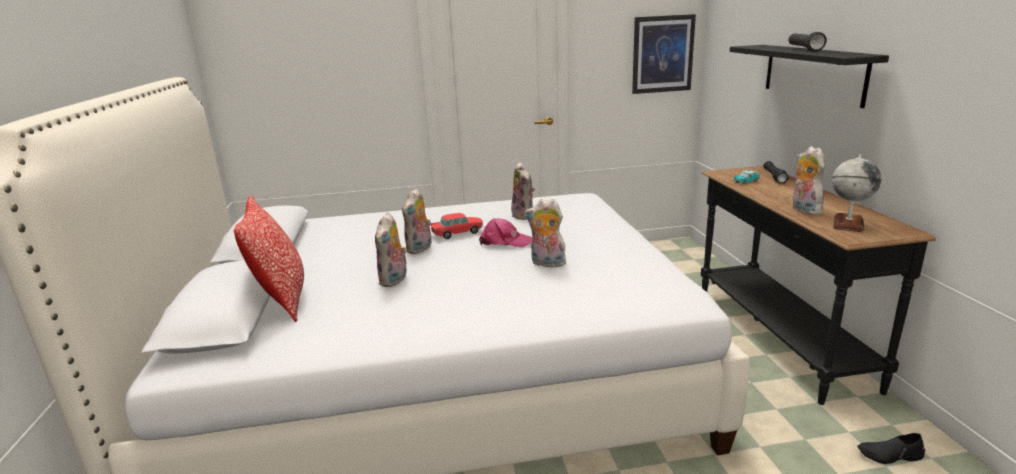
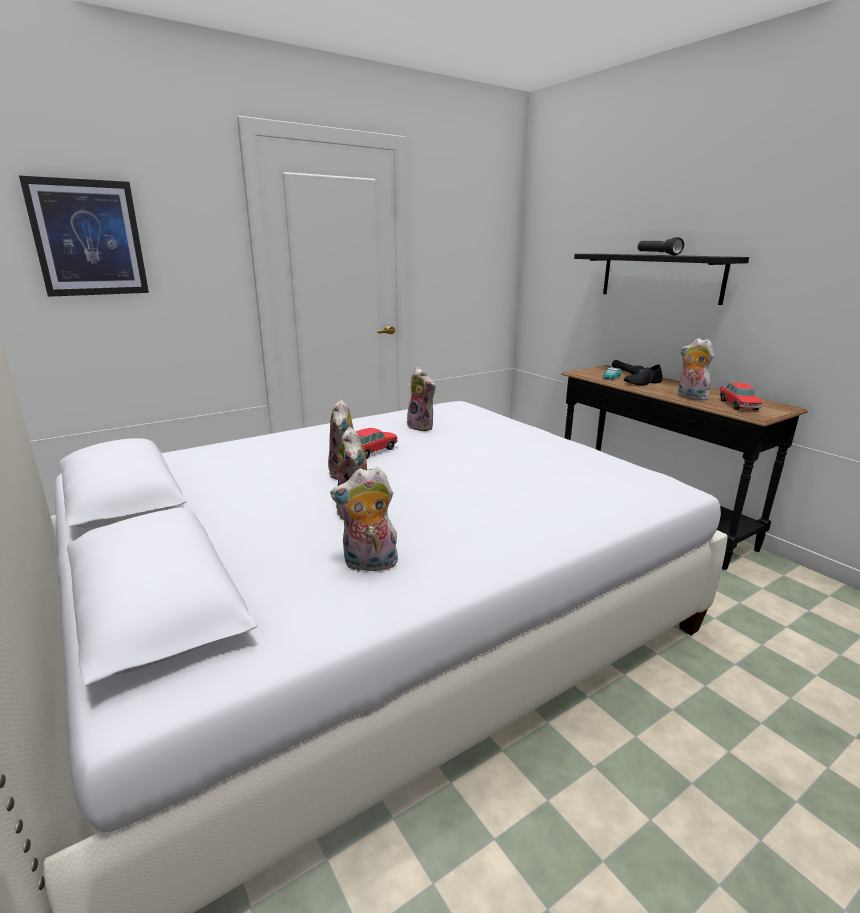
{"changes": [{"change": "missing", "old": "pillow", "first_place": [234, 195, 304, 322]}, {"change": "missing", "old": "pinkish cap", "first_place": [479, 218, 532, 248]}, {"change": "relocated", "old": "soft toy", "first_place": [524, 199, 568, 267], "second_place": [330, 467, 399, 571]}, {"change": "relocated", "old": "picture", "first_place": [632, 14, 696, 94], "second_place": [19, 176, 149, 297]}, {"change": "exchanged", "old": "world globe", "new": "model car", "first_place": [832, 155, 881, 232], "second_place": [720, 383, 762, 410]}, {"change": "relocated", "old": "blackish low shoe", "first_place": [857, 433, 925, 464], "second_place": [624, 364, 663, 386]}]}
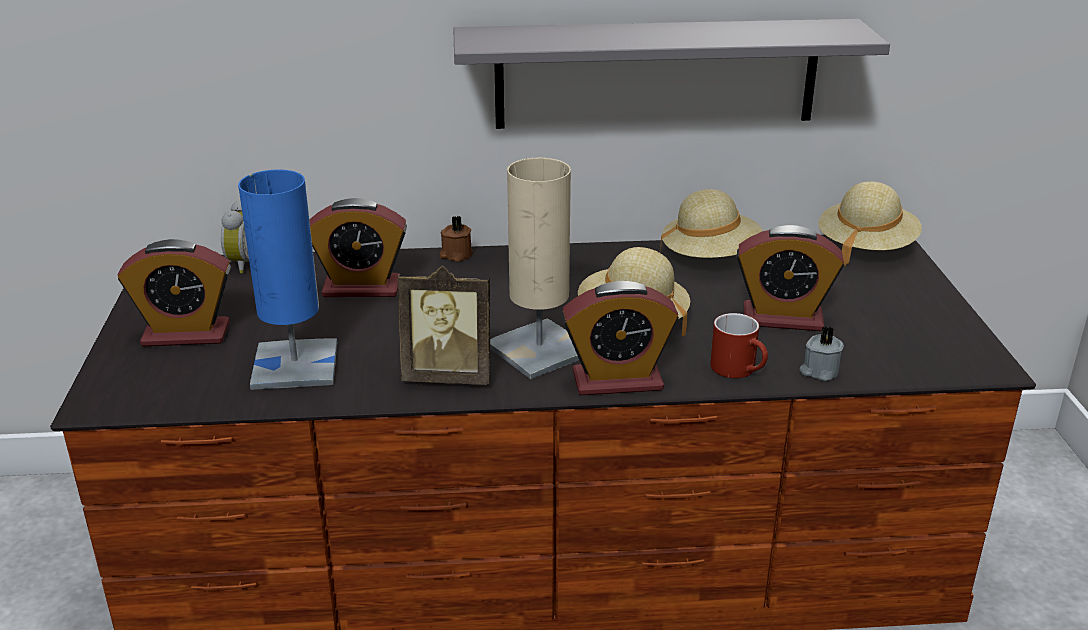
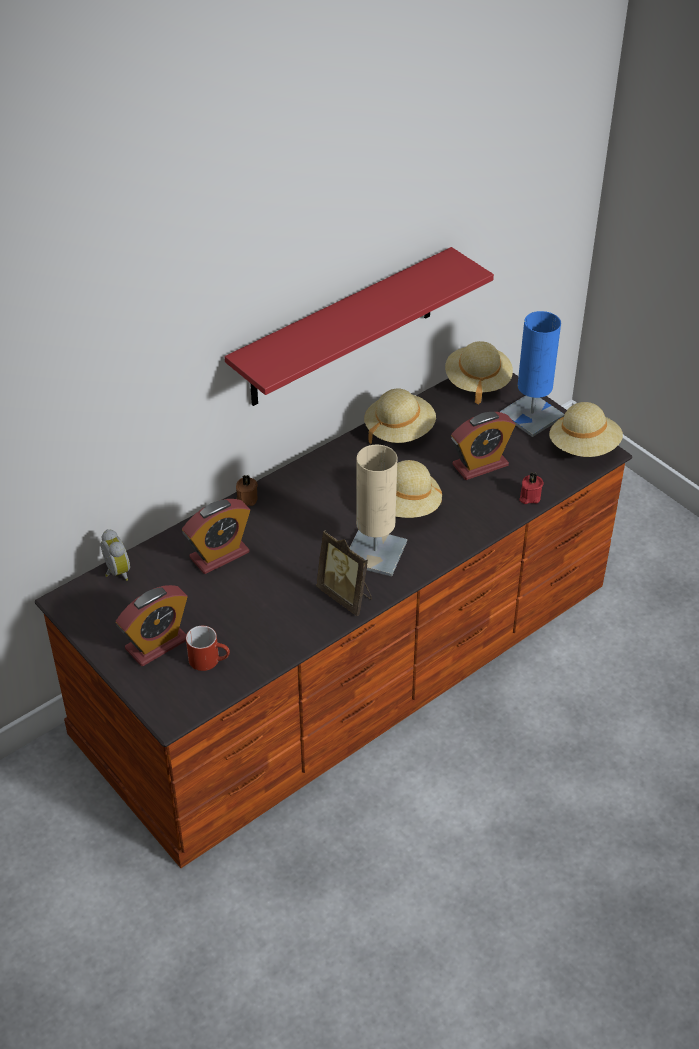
{"changes": [{"change": "relocated", "old": "blue table lamp", "first_place": [238, 169, 337, 390], "second_place": [500, 311, 565, 437]}, {"change": "spun", "old": "photo frame", "first_place": [398, 265, 491, 385], "second_place": [316, 530, 372, 616], "degrees": 75}, {"change": "colour", "old": "grey wall shelf", "new": "red wall shelf", "first_place": [453, 19, 890, 129], "second_place": [225, 247, 494, 406]}, {"change": "missing", "old": "alarm clock", "first_place": [562, 281, 679, 395]}, {"change": "relocated", "old": "red coffee mug", "first_place": [710, 313, 768, 378], "second_place": [186, 626, 230, 671]}, {"change": "colour", "old": "grey candle", "new": "red candle", "first_place": [800, 326, 844, 381], "second_place": [519, 473, 544, 504]}, {"change": "appeared", "new": "beige-coloured hat", "second_place": [549, 402, 623, 457]}]}
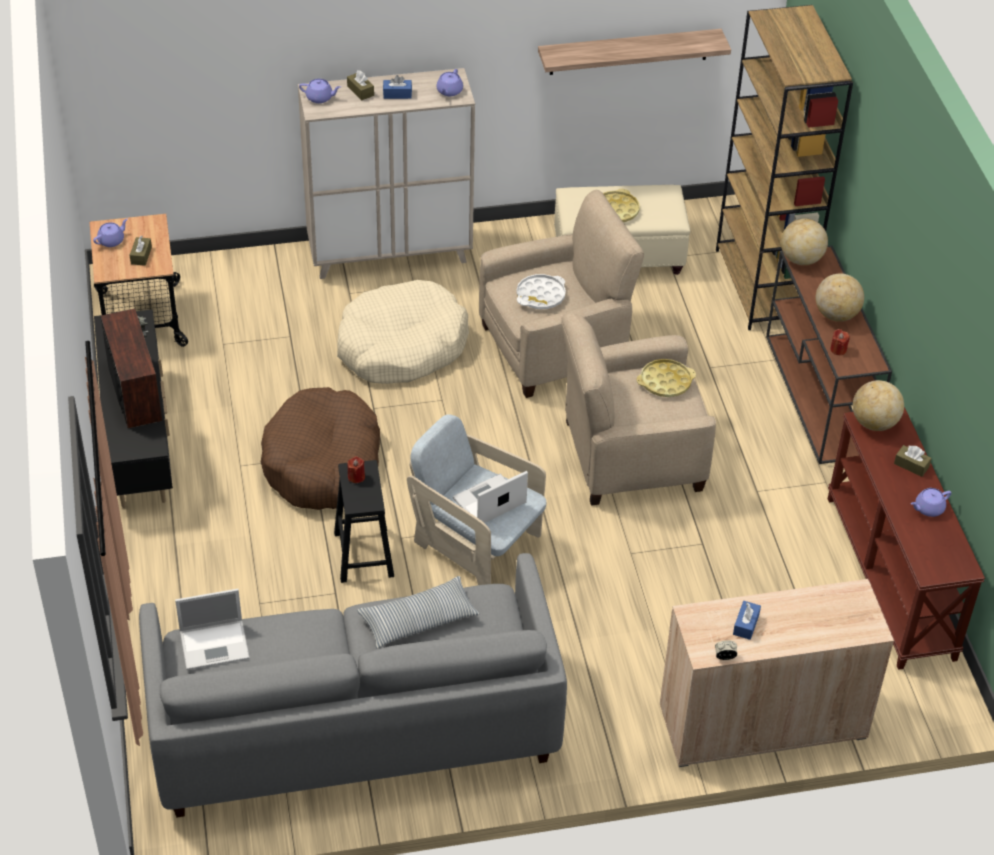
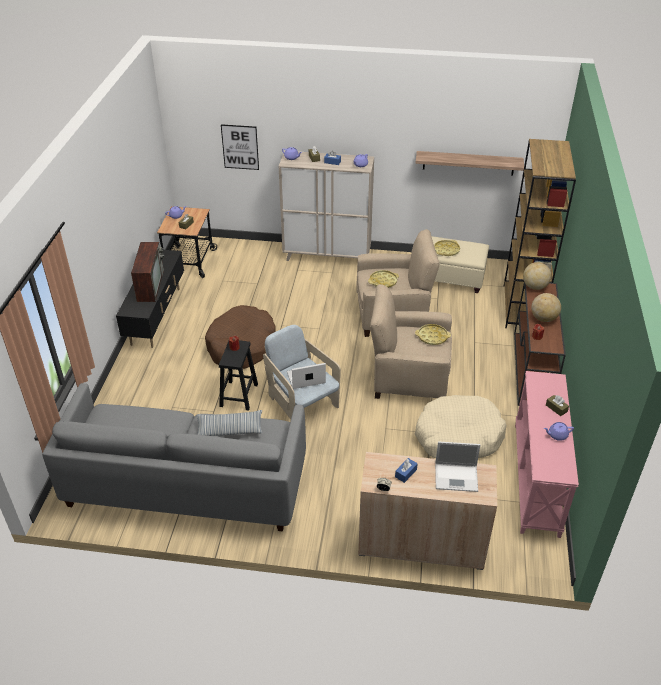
{"changes": [{"change": "relocated", "old": "portable computer", "first_place": [175, 589, 250, 670], "second_place": [435, 441, 480, 492]}, {"change": "relocated", "old": "beige-coloured dog bed", "first_place": [337, 280, 469, 384], "second_place": [414, 395, 507, 458]}, {"change": "colour", "old": "whitish carrying tray", "new": "yellowish carrying tray", "first_place": [516, 274, 566, 309], "second_place": [368, 270, 399, 288]}, {"change": "colour", "old": "brownish hall table", "new": "pinkish hall table", "first_place": [828, 407, 985, 670], "second_place": [515, 371, 579, 538]}, {"change": "missing", "old": "world globe", "first_place": [853, 380, 904, 431]}, {"change": "appeared", "new": "picture", "second_place": [221, 124, 259, 170]}]}
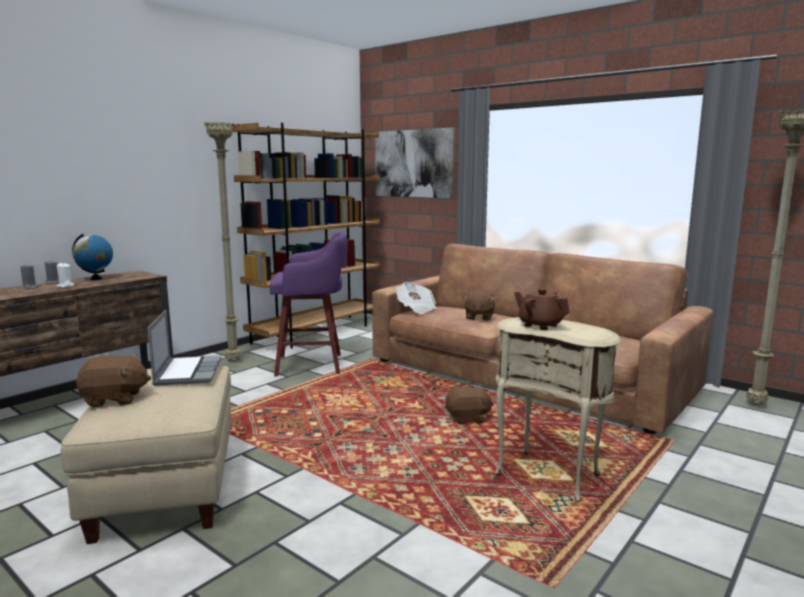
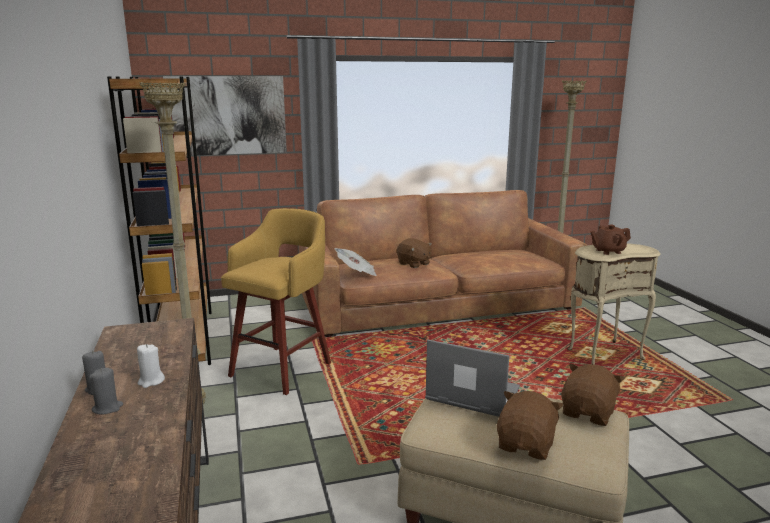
{"changes": [{"change": "missing", "old": "world globe", "first_place": [72, 234, 113, 280]}, {"change": "colour", "old": "purple-coloured stool seat", "new": "yellowish stool seat", "first_place": [270, 232, 347, 377], "second_place": [221, 208, 331, 395]}, {"change": "relocated", "old": "brownish soft toy", "first_place": [445, 385, 494, 424], "second_place": [561, 364, 625, 426]}]}
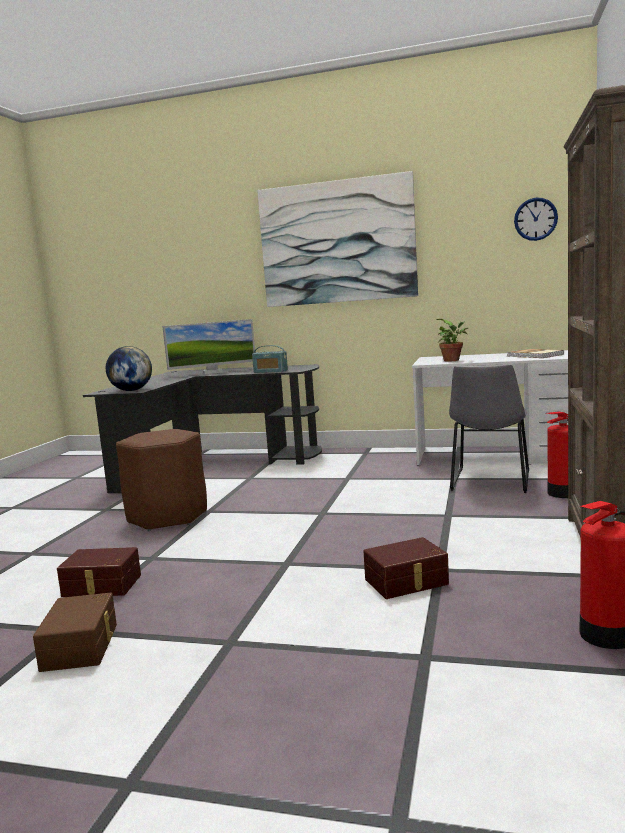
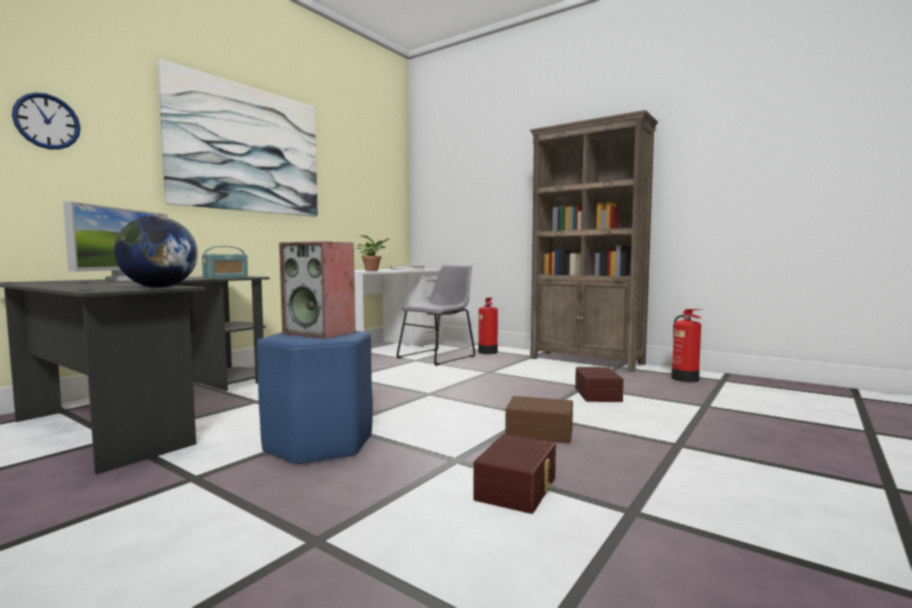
{"changes": [{"change": "relocated", "old": "brownish storage container", "first_place": [33, 593, 117, 672], "second_place": [505, 396, 573, 444]}, {"change": "colour", "old": "brownish stool seat", "new": "blue stool seat", "first_place": [116, 429, 207, 531], "second_place": [257, 331, 373, 466]}, {"change": "spun", "old": "grey plain chair", "first_place": [449, 365, 529, 493], "second_place": [396, 265, 476, 366], "degrees": -90}, {"change": "relocated", "old": "clock on the wall", "first_place": [514, 198, 558, 241], "second_place": [12, 92, 81, 150]}, {"change": "appeared", "new": "loudspeaker", "second_place": [279, 241, 355, 339]}]}
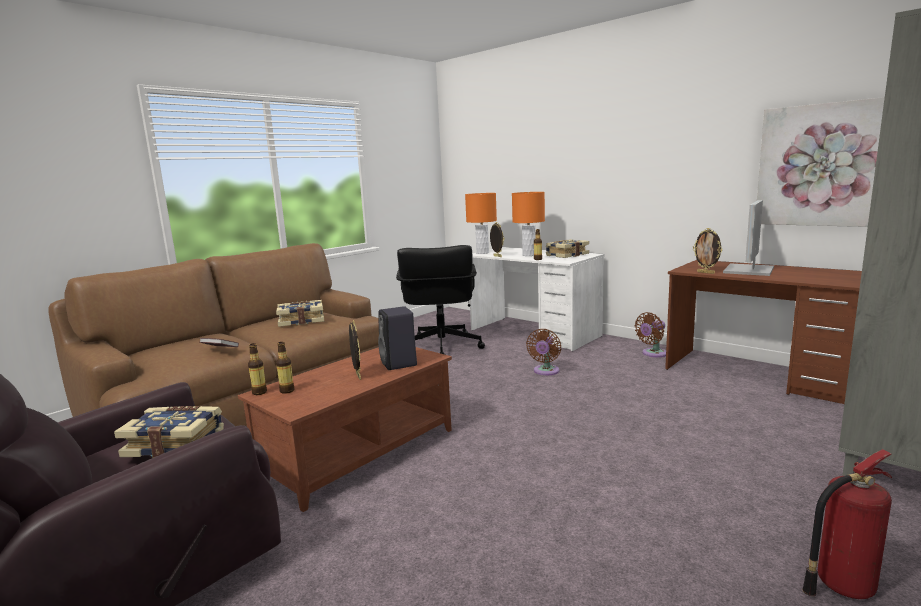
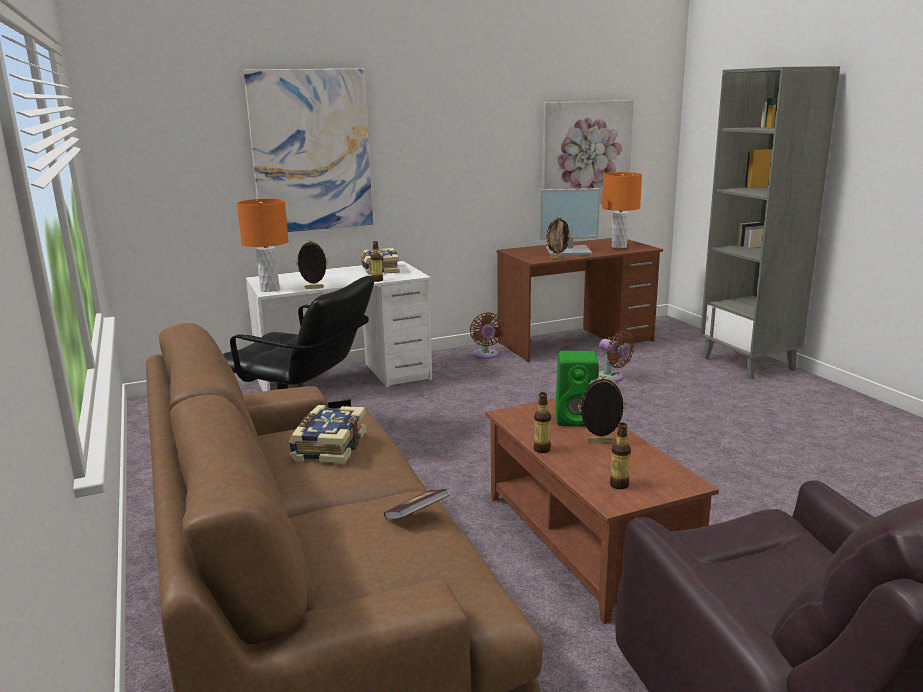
{"changes": [{"change": "missing", "old": "volume", "first_place": [114, 406, 224, 458]}, {"change": "relocated", "old": "bottle", "first_place": [248, 343, 267, 395], "second_place": [534, 392, 551, 453]}, {"change": "colour", "old": "blackish loudspeaker", "new": "greenish loudspeaker", "first_place": [378, 306, 417, 370], "second_place": [556, 351, 599, 426]}, {"change": "relocated", "old": "orange-coloured table lamp", "first_place": [512, 192, 545, 256], "second_place": [602, 172, 642, 248]}, {"change": "relocated", "old": "brownish cooling fan", "first_place": [526, 329, 561, 375], "second_place": [599, 330, 634, 382]}, {"change": "spun", "old": "computer display", "first_place": [723, 200, 774, 276], "second_place": [540, 188, 600, 256], "degrees": -60}, {"change": "missing", "old": "fire extinguisher", "first_place": [802, 449, 892, 599]}, {"change": "appeared", "new": "picture", "second_place": [243, 69, 373, 232]}]}
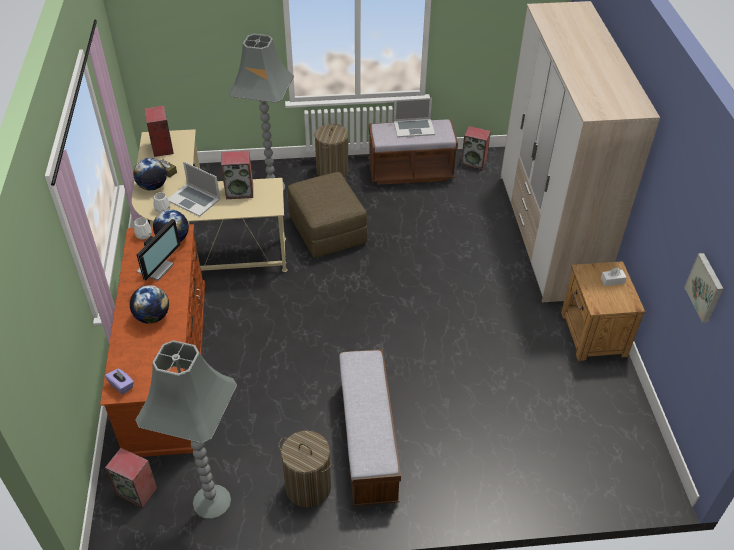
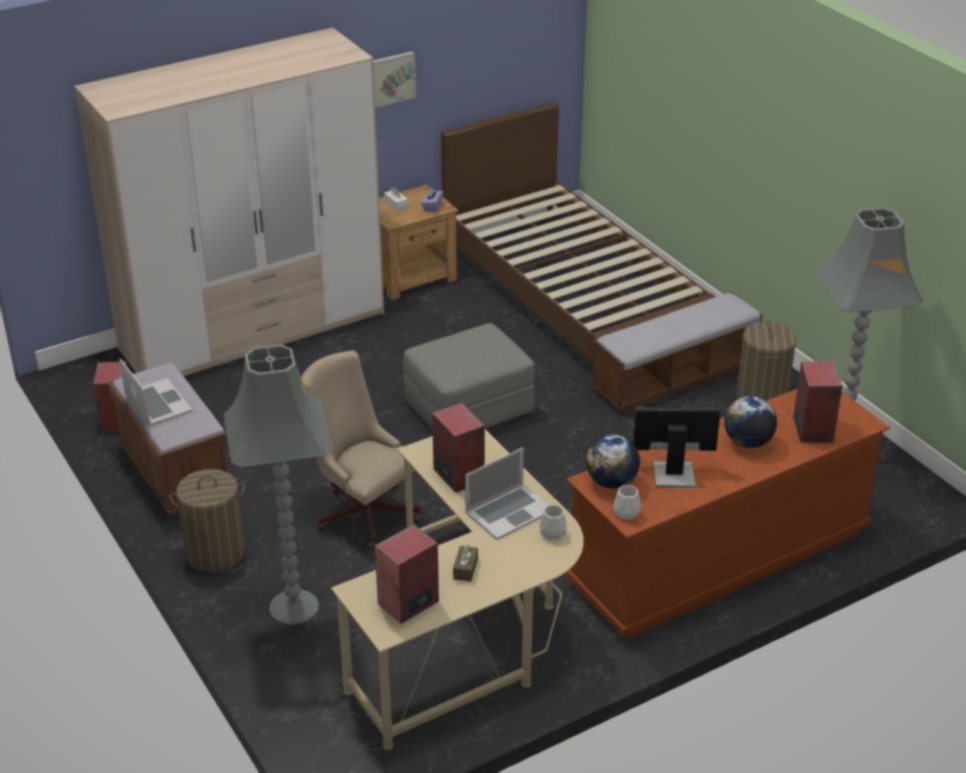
{"changes": [{"change": "relocated", "old": "purple-coloured tissue box", "first_place": [105, 368, 134, 395], "second_place": [421, 187, 443, 212]}, {"change": "relocated", "old": "loudspeaker", "first_place": [105, 448, 157, 508], "second_place": [793, 361, 843, 442]}, {"change": "missing", "old": "world globe", "first_place": [133, 158, 167, 190]}, {"change": "spun", "old": "portable computer", "first_place": [168, 161, 220, 217], "second_place": [465, 447, 549, 540], "degrees": 45}, {"change": "exchanged", "old": "brownish pouffe", "new": "beige-coloured computer chair", "first_place": [288, 172, 367, 258], "second_place": [301, 350, 421, 550]}, {"change": "relocated", "old": "picture", "first_place": [684, 253, 724, 323], "second_place": [373, 51, 416, 108]}, {"change": "appeared", "new": "grey pouffe", "second_place": [403, 323, 535, 429]}, {"change": "appeared", "new": "brownish bed", "second_place": [441, 102, 715, 361]}]}
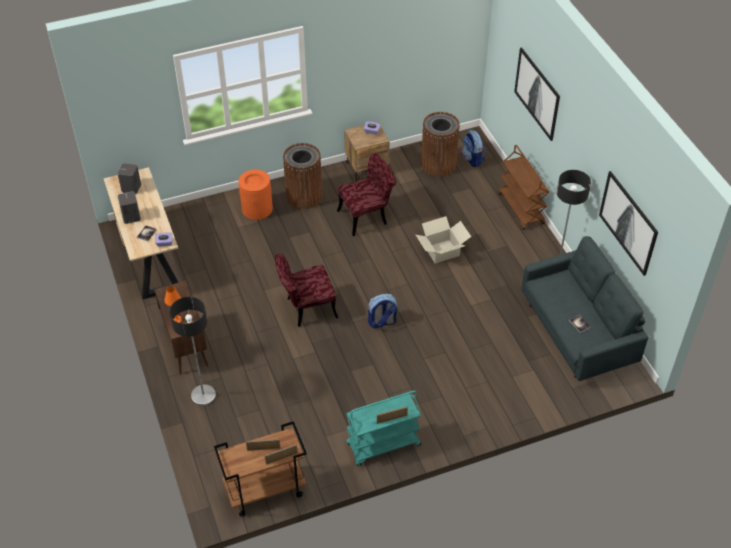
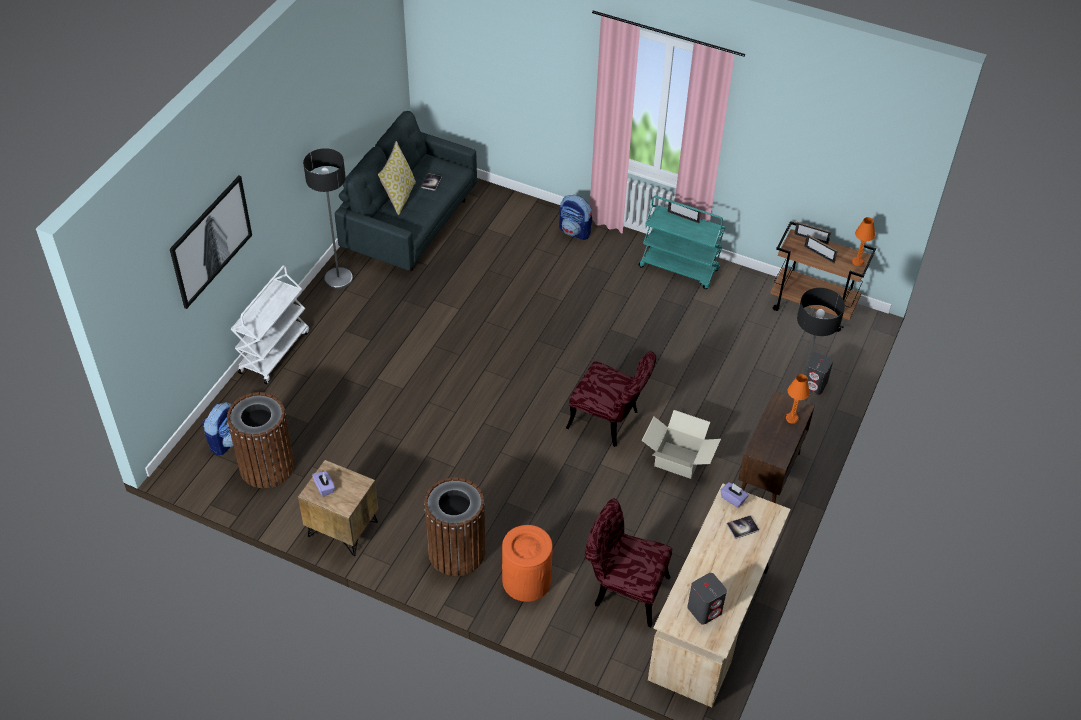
{"changes": [{"change": "relocated", "old": "grey loudspeaker", "first_place": [118, 192, 141, 224], "second_place": [804, 352, 833, 395]}, {"change": "relocated", "old": "red plain chair", "first_place": [337, 153, 396, 236], "second_place": [585, 499, 672, 627]}, {"change": "relocated", "old": "rucksack", "first_place": [368, 294, 397, 328], "second_place": [559, 195, 592, 240]}, {"change": "relocated", "old": "carton", "first_place": [416, 216, 471, 264], "second_place": [642, 410, 721, 479]}, {"change": "colour", "old": "brownish cart", "new": "whitish cart", "first_place": [498, 145, 549, 230], "second_place": [231, 265, 309, 384]}, {"change": "missing", "old": "picture", "first_place": [599, 171, 658, 276]}, {"change": "appeared", "new": "pillow", "second_place": [378, 141, 416, 215]}, {"change": "appeared", "new": "orange-coloured table lamp", "second_place": [852, 217, 875, 266]}]}
